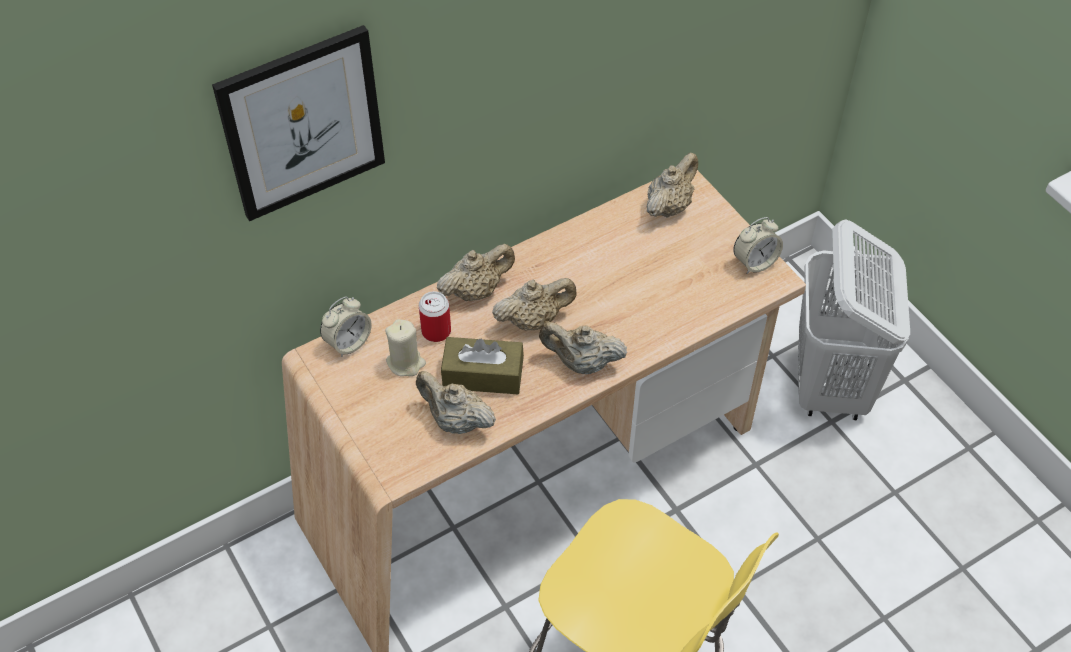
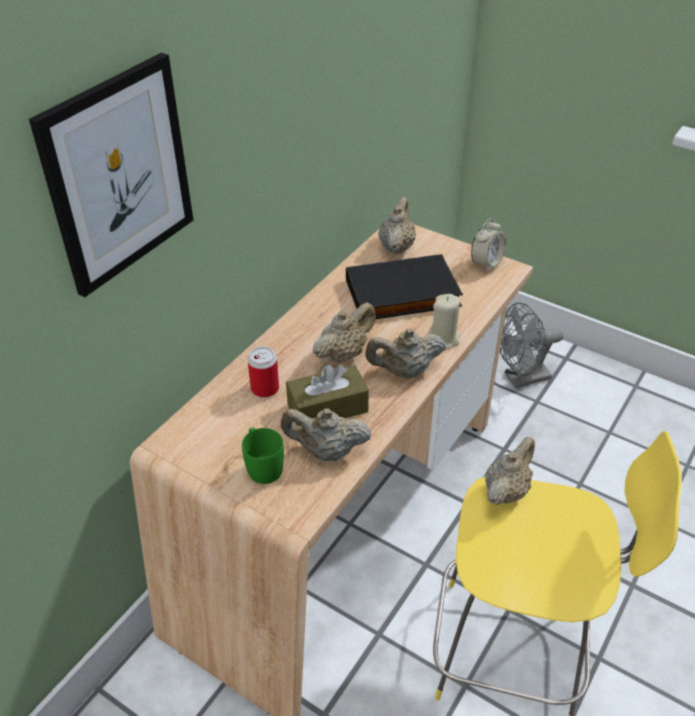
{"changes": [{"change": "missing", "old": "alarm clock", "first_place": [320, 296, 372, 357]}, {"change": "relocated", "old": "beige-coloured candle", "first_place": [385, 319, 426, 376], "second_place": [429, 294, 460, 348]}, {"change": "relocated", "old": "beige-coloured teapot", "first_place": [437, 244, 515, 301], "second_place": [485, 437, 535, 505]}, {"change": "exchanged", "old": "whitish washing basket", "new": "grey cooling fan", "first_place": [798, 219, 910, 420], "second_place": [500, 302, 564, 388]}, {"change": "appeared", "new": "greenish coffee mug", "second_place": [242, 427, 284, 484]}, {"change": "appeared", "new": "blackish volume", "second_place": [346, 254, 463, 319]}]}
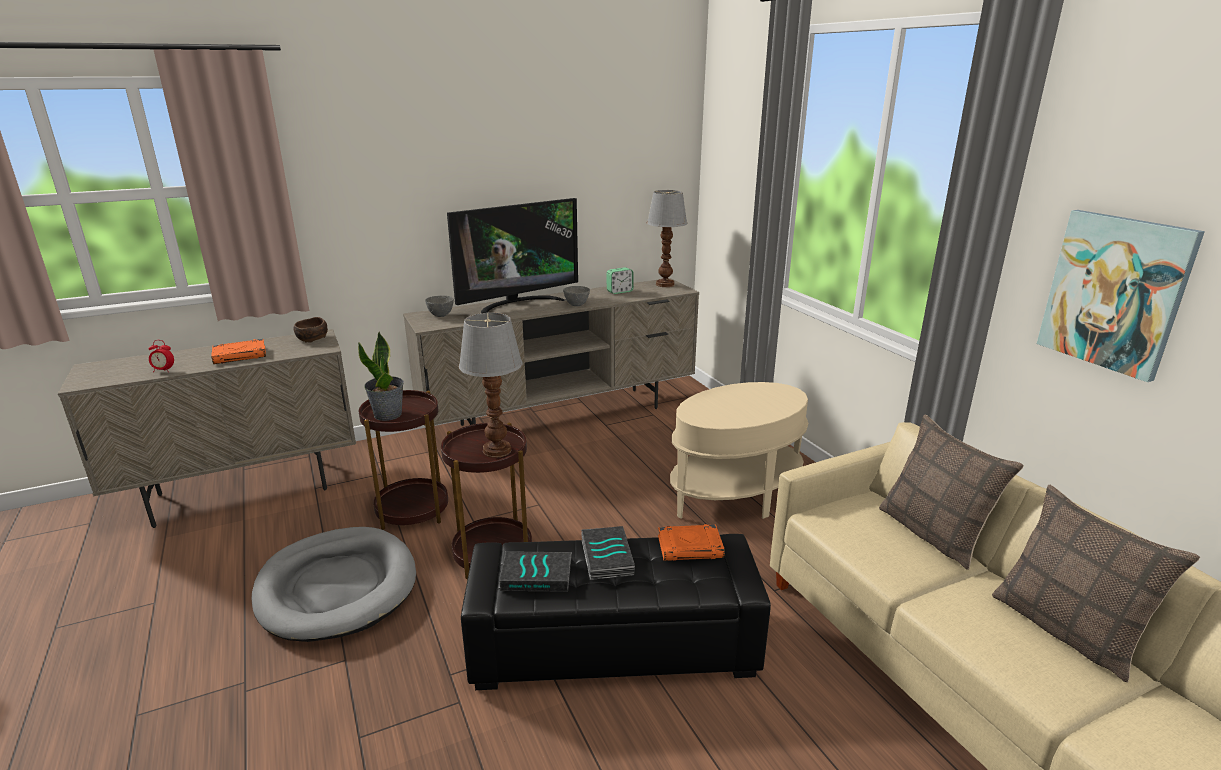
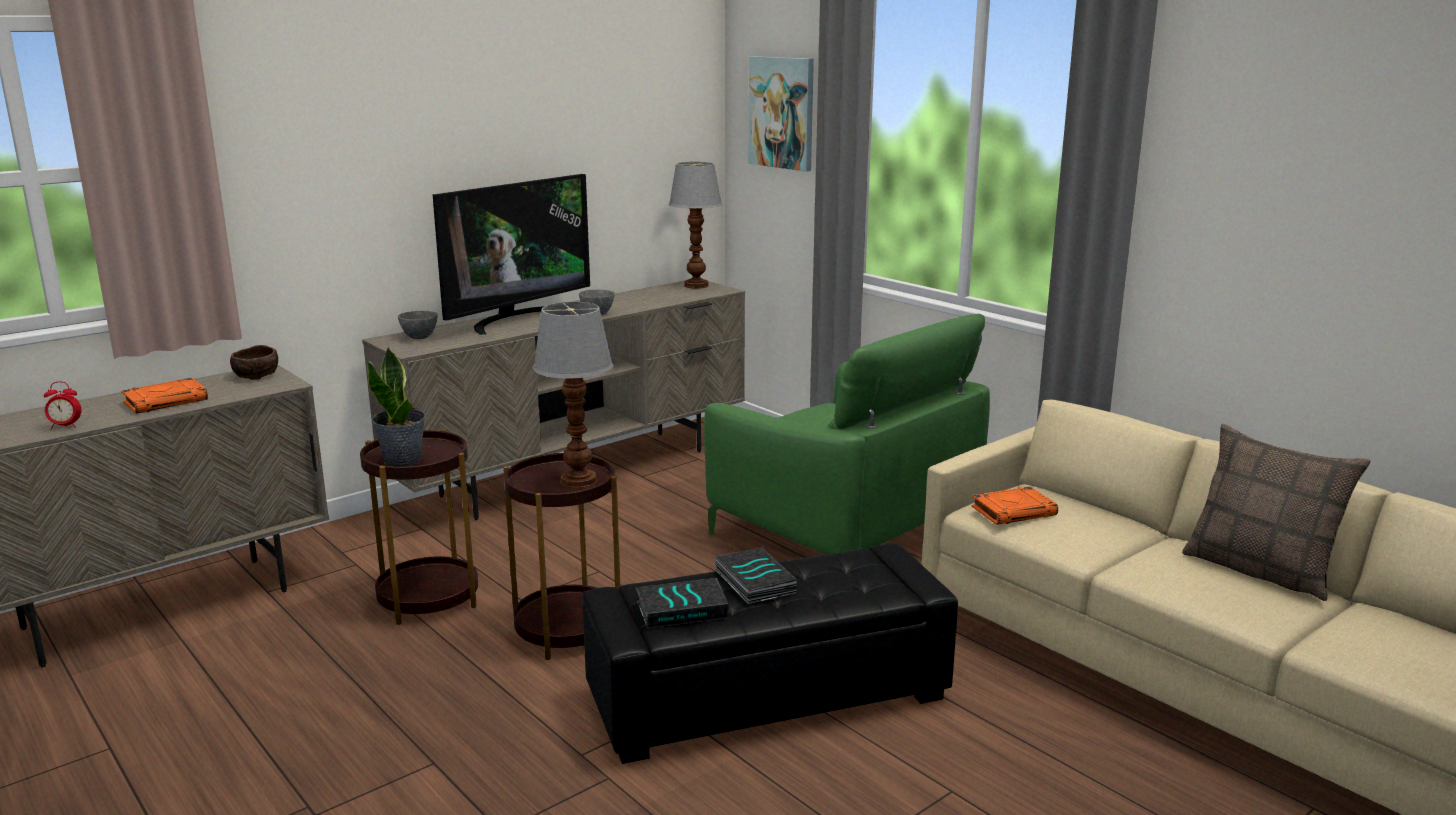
{"changes": [{"change": "missing", "old": "grey dog bed", "first_place": [252, 527, 416, 642]}, {"change": "missing", "old": "alarm clock", "first_place": [606, 267, 634, 294]}, {"change": "relocated", "old": "orange-coloured volume", "first_place": [658, 524, 725, 561], "second_place": [971, 486, 1058, 525]}, {"change": "exchanged", "old": "beige-coloured side table", "new": "greenish lounge chair", "first_place": [670, 382, 808, 519], "second_place": [704, 314, 990, 554]}, {"change": "missing", "old": "pillow", "first_place": [879, 415, 1024, 570]}, {"change": "relocated", "old": "picture", "first_place": [1037, 210, 1205, 382], "second_place": [748, 56, 814, 172]}]}
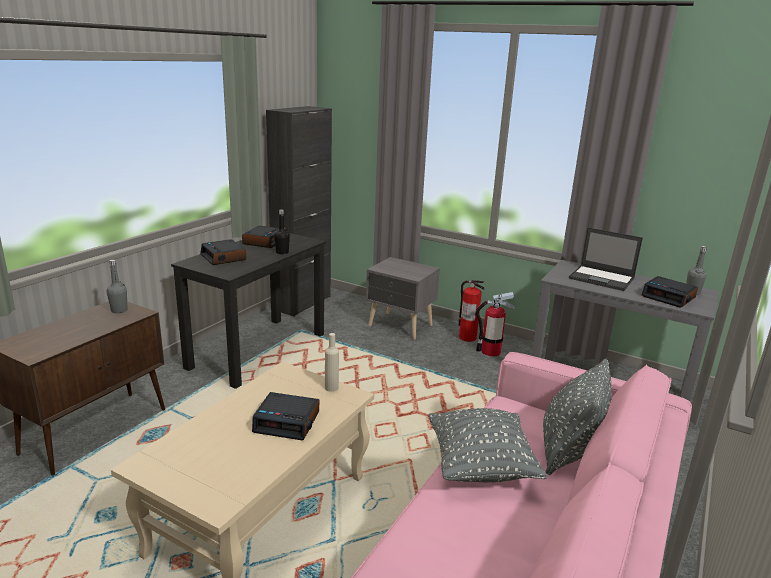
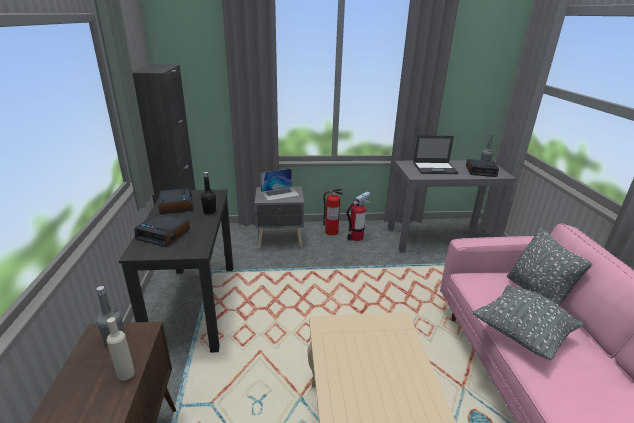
{"changes": [{"change": "missing", "old": "alarm clock", "first_place": [252, 392, 319, 440]}, {"change": "relocated", "old": "beige-coloured bottle", "first_place": [325, 333, 339, 392], "second_place": [107, 317, 135, 381]}, {"change": "appeared", "new": "portable computer", "second_place": [260, 168, 300, 201]}]}
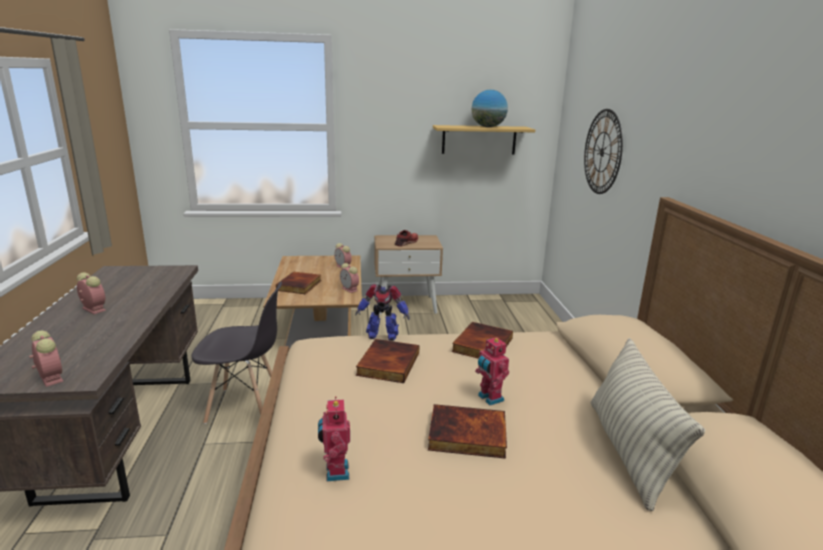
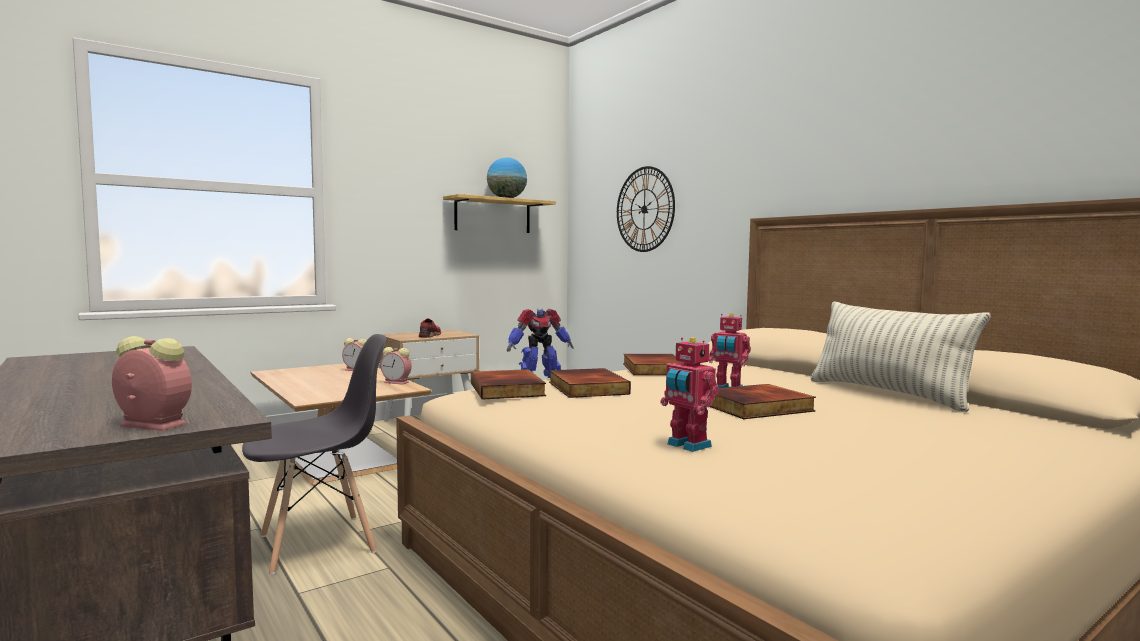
{"changes": [{"change": "missing", "old": "alarm clock", "first_place": [77, 272, 106, 314]}, {"change": "relocated", "old": "volume", "first_place": [276, 272, 321, 294], "second_place": [471, 369, 546, 399]}]}
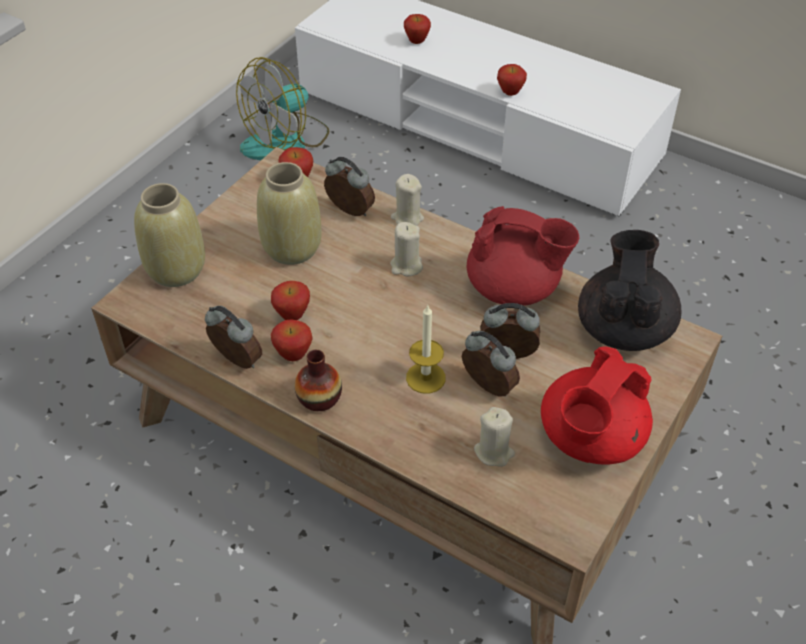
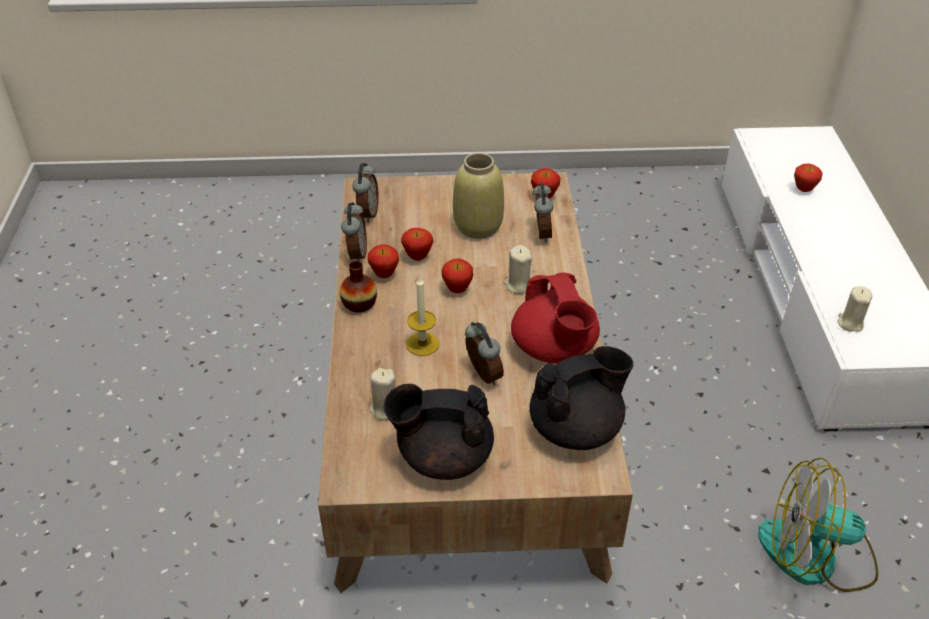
{"changes": [{"change": "missing", "old": "beige-coloured vase", "first_place": [134, 183, 205, 287]}, {"change": "relocated", "old": "cooling fan", "first_place": [236, 57, 329, 160], "second_place": [758, 458, 878, 592]}, {"change": "relocated", "old": "beige-coloured candle", "first_place": [391, 174, 424, 226], "second_place": [838, 286, 872, 332]}, {"change": "relocated", "old": "alarm clock", "first_place": [462, 331, 520, 396], "second_place": [352, 163, 379, 222]}, {"change": "relocated", "old": "whole apple", "first_place": [497, 64, 527, 96], "second_place": [442, 259, 473, 293]}, {"change": "colour", "old": "red teapot", "new": "blackish teapot", "first_place": [541, 346, 653, 465], "second_place": [384, 384, 494, 480]}]}
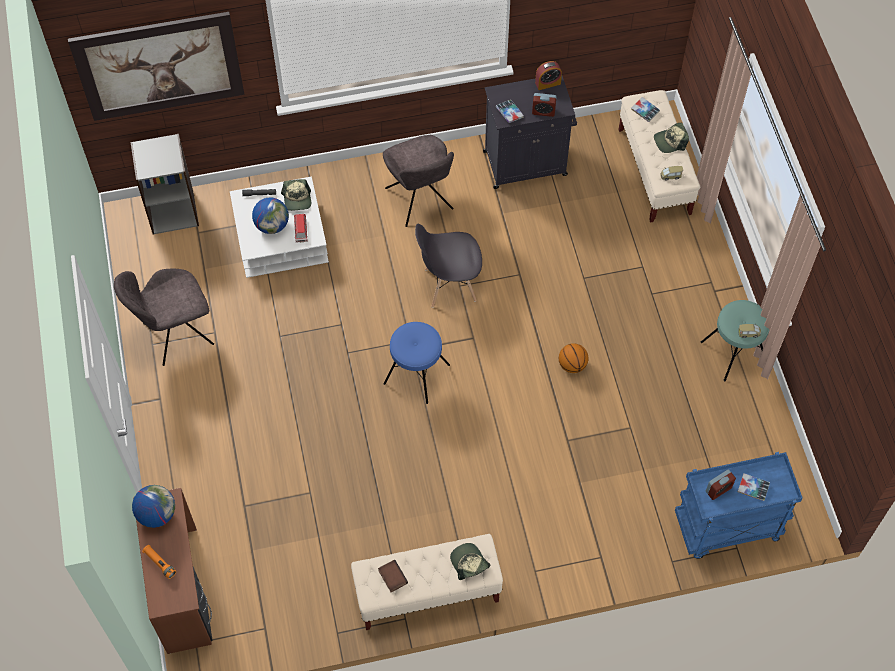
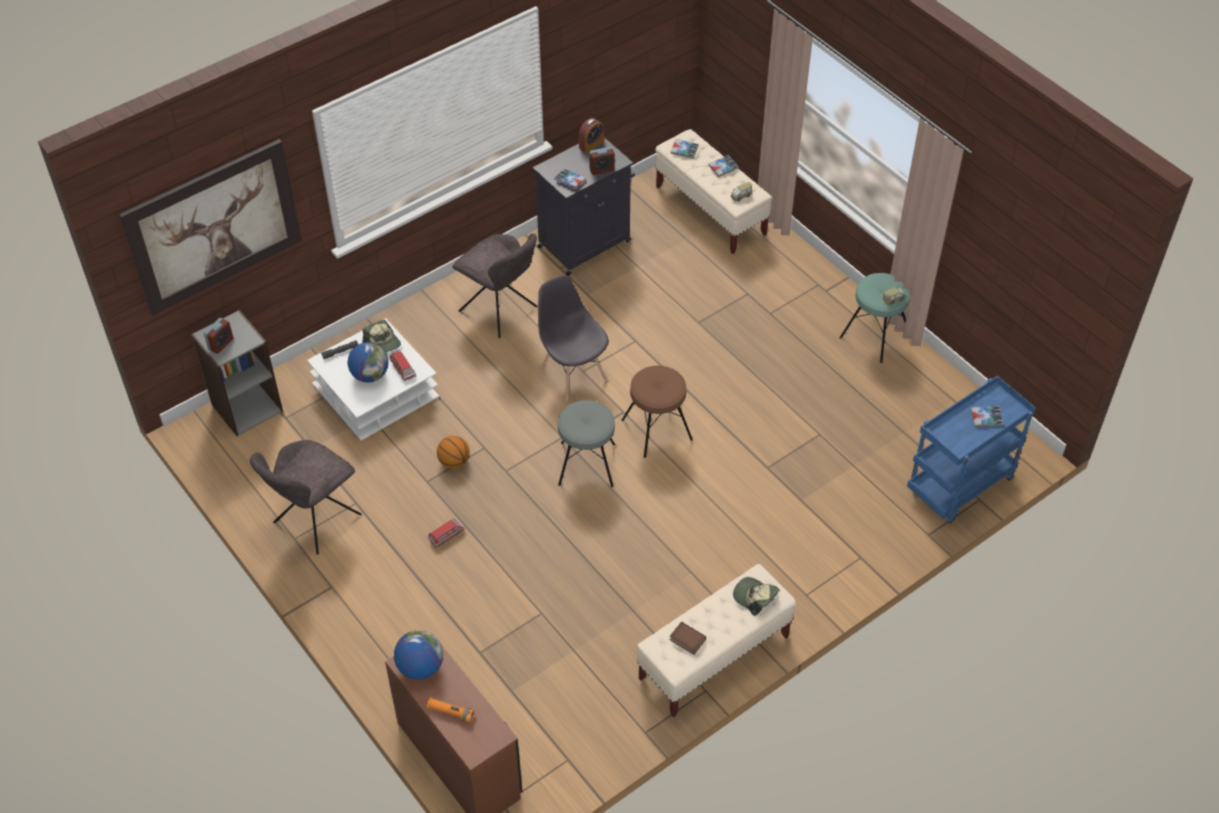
{"changes": [{"change": "colour", "old": "blue stool seat", "new": "grey stool seat", "first_place": [383, 322, 450, 404], "second_place": [558, 400, 615, 487]}, {"change": "spun", "old": "grey plain chair", "first_place": [415, 224, 482, 308], "second_place": [538, 276, 609, 401], "degrees": 90}, {"change": "relocated", "old": "ball for basketball", "first_place": [559, 343, 588, 373], "second_place": [437, 436, 470, 469]}, {"change": "exchanged", "old": "cap", "new": "volume", "first_place": [654, 122, 689, 153], "second_place": [709, 155, 738, 177]}, {"change": "relocated", "old": "alarm clock", "first_place": [706, 469, 736, 500], "second_place": [204, 318, 233, 354]}, {"change": "appeared", "new": "model car", "second_place": [428, 518, 464, 548]}, {"change": "appeared", "new": "brownish stool seat", "second_place": [621, 366, 693, 458]}]}
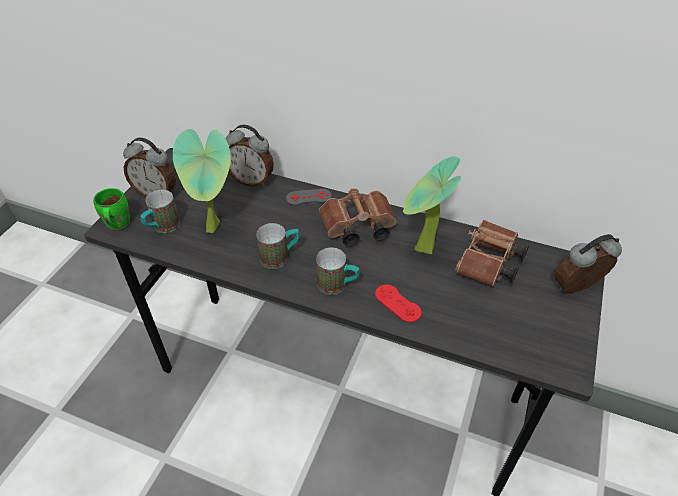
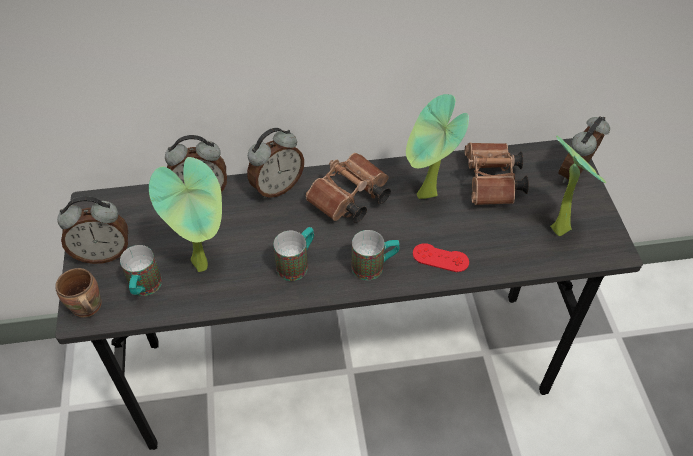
{"changes": [{"change": "colour", "old": "greenish coffee mug", "new": "brownish coffee mug", "first_place": [93, 188, 130, 230], "second_place": [55, 268, 102, 318]}, {"change": "exchanged", "old": "grey gamepad", "new": "alarm clock", "first_place": [286, 189, 332, 205], "second_place": [247, 128, 304, 199]}, {"change": "appeared", "new": "houseplant", "second_place": [550, 136, 606, 236]}]}
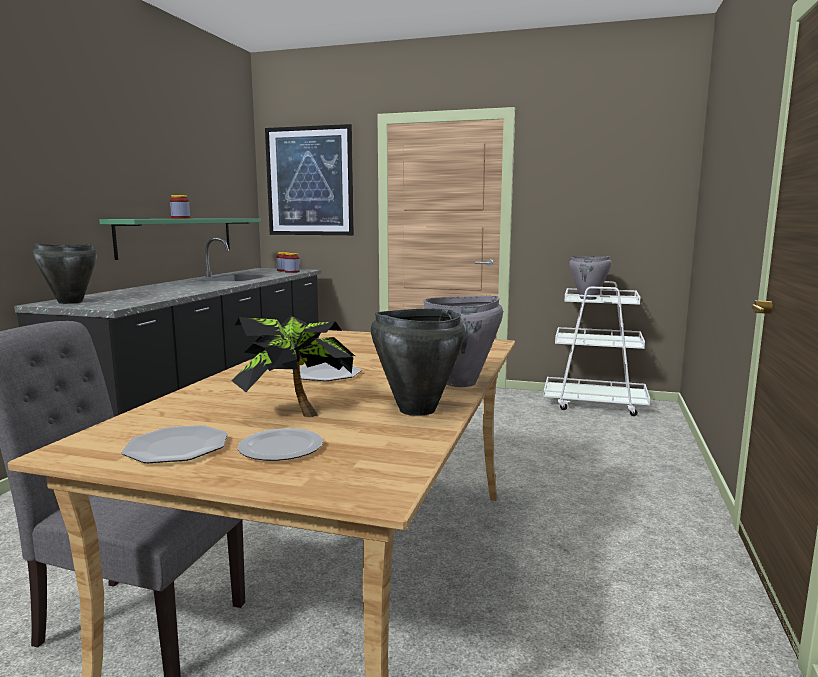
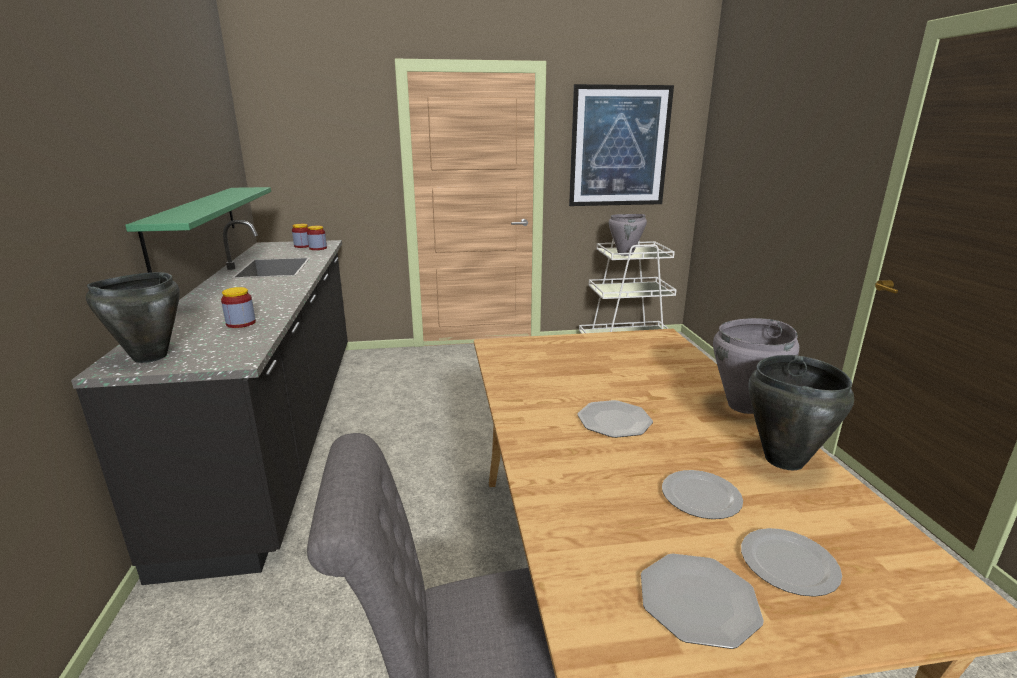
{"changes": [{"change": "relocated", "old": "preserve jar", "first_place": [170, 195, 190, 219], "second_place": [221, 287, 256, 328]}, {"change": "exchanged", "old": "houseplant", "new": "flat dish", "first_place": [231, 315, 355, 417], "second_place": [662, 470, 743, 519]}, {"change": "relocated", "old": "picture", "first_place": [265, 124, 354, 235], "second_place": [569, 84, 674, 206]}]}
